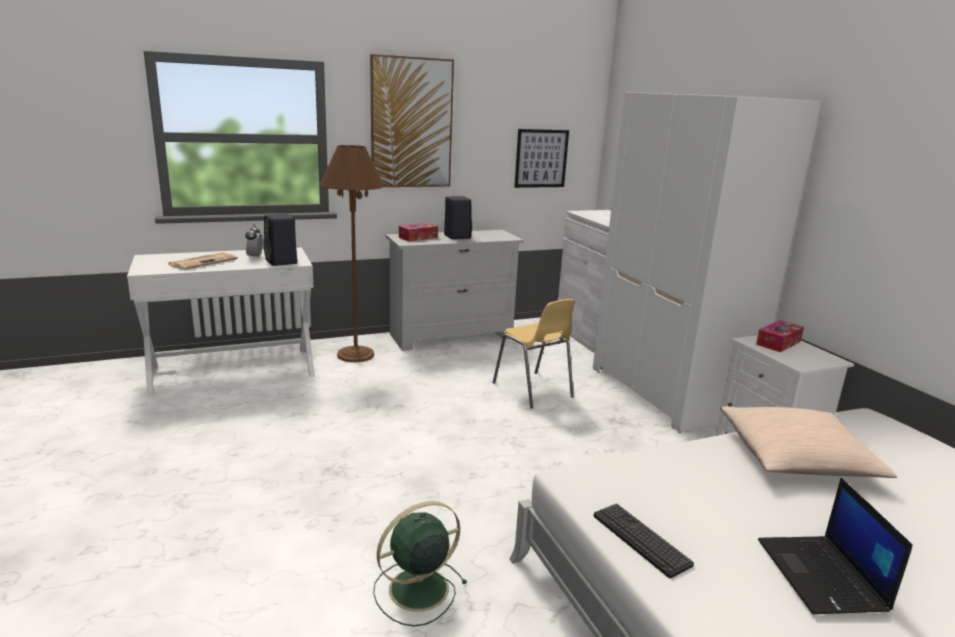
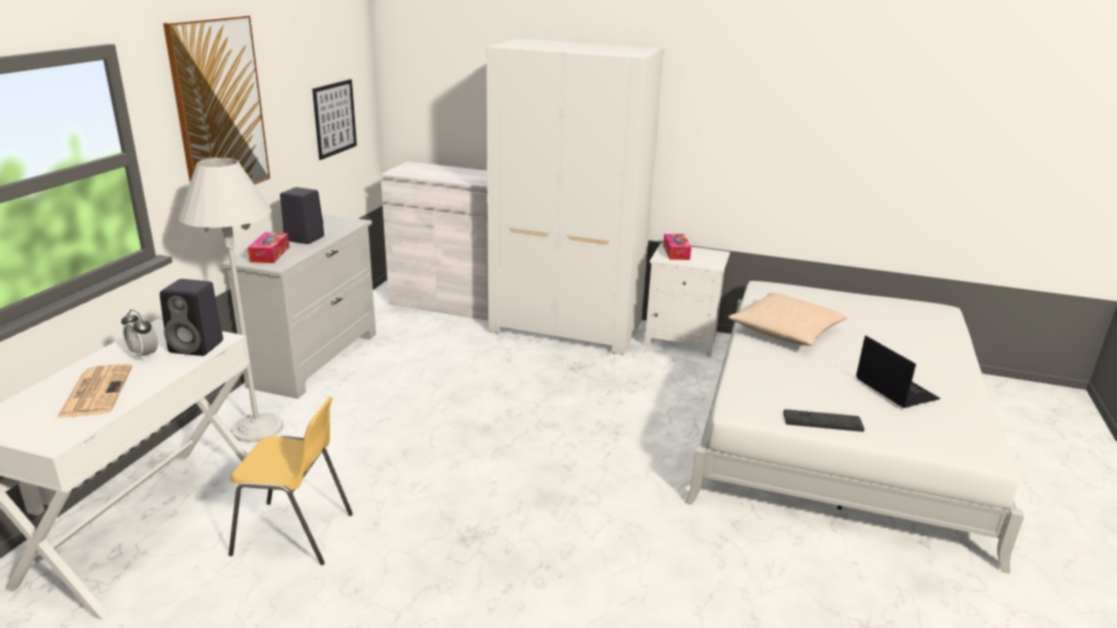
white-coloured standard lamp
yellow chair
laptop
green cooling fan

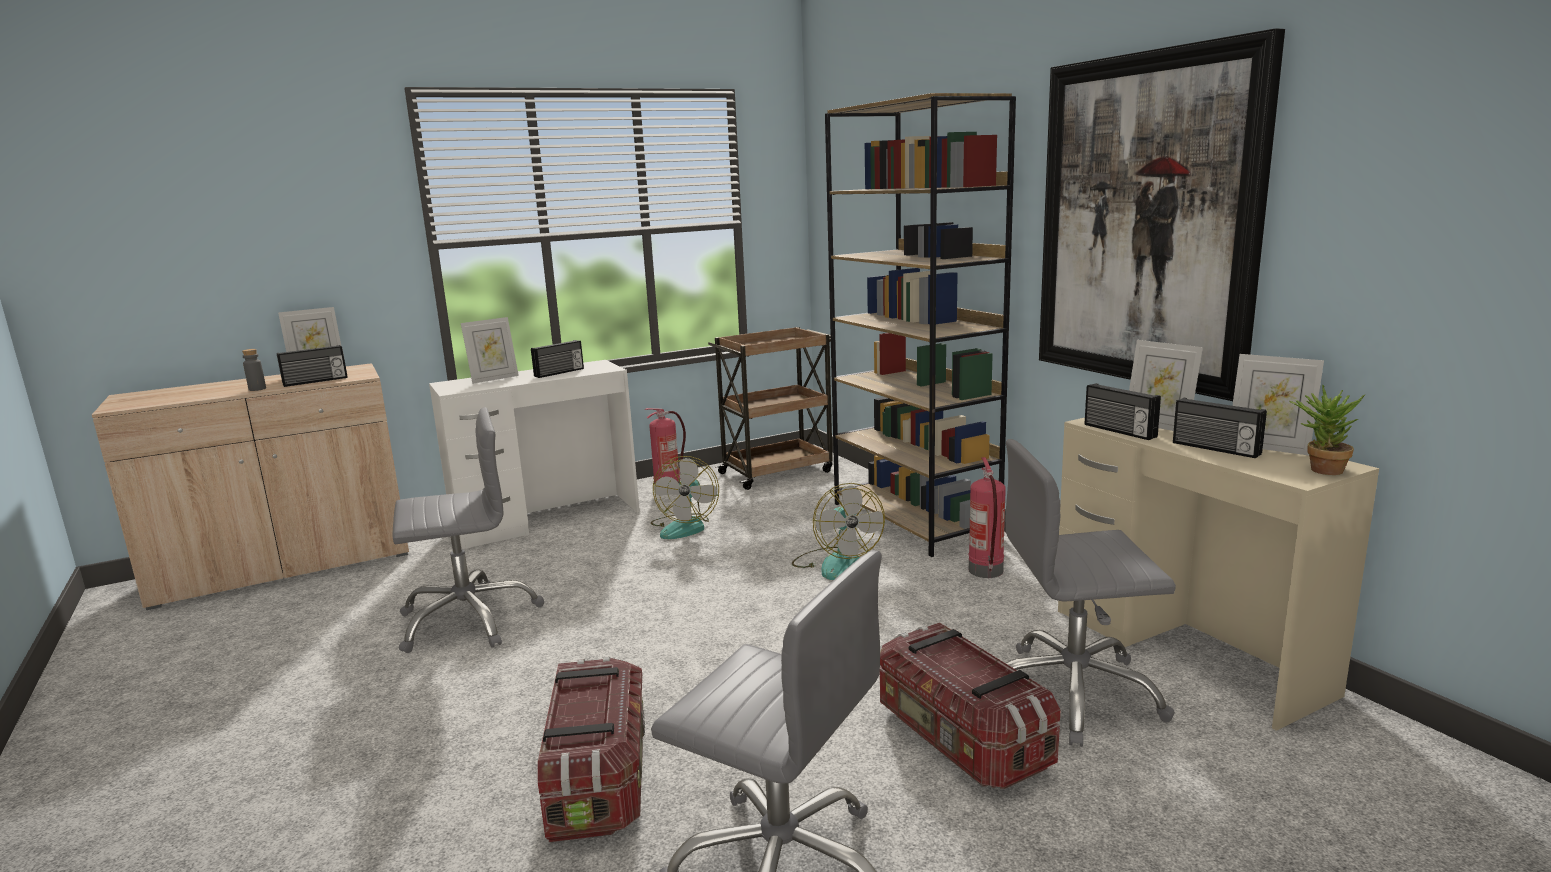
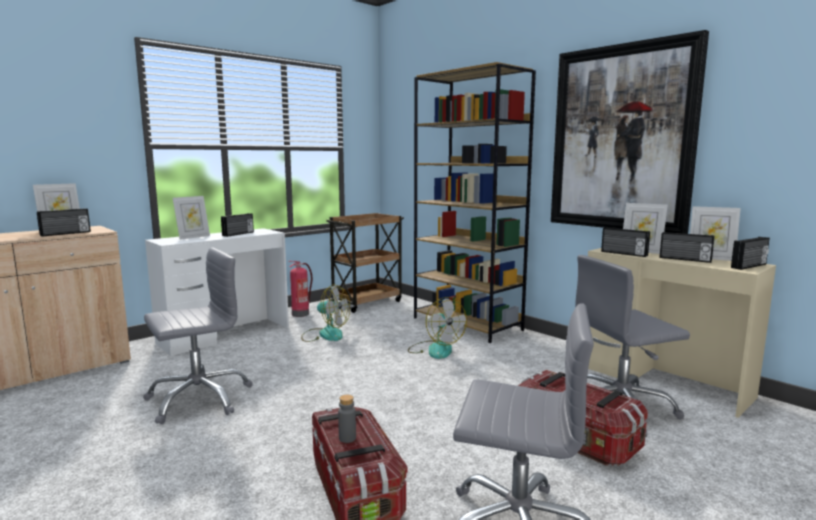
grey drink bottle
radio receiver (no. 5 from left)
cooling fan (no. 1 from left)
fire extinguisher (no. 2 from left in the first image)

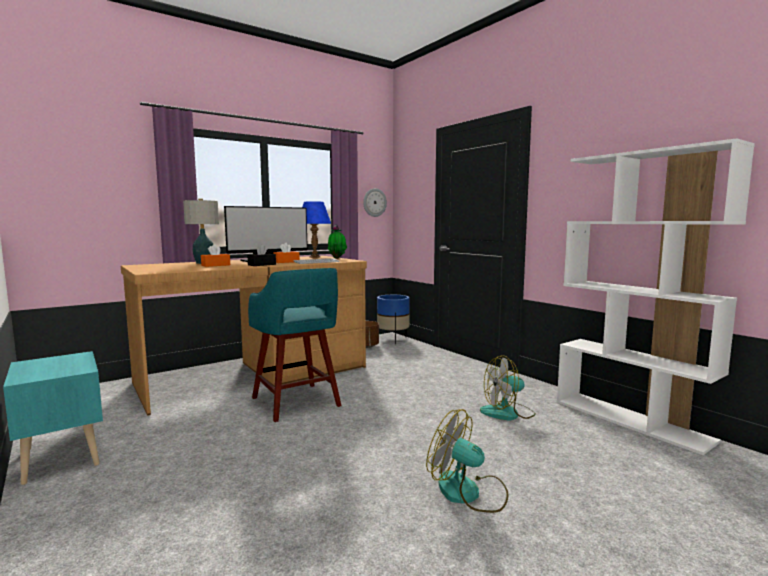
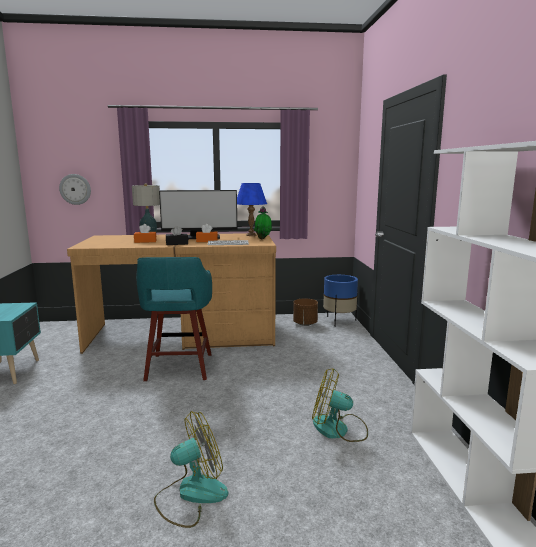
wall clock
cooling fan (no. 1 from left)

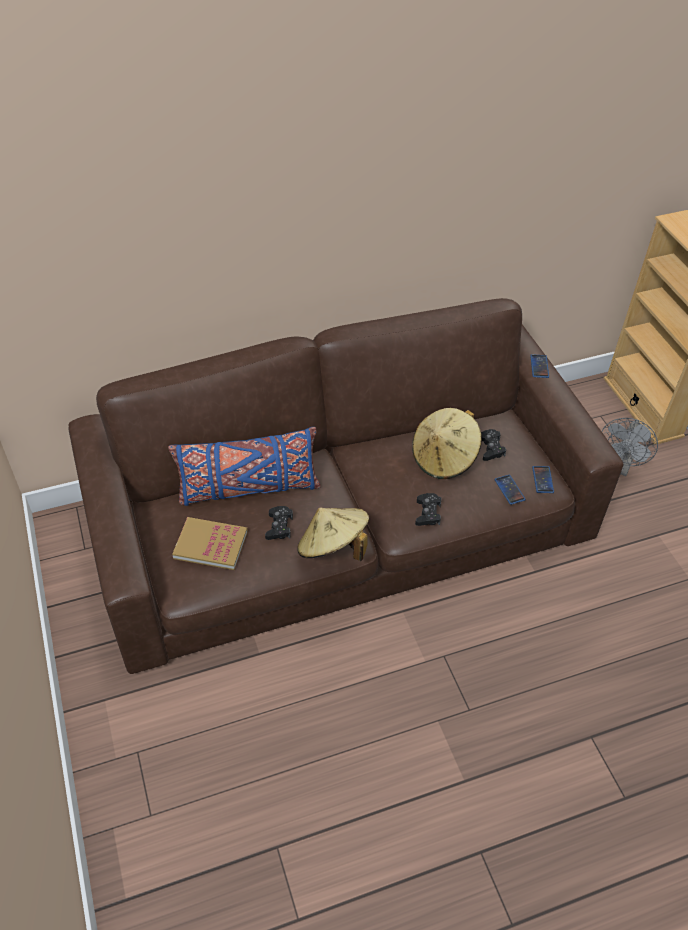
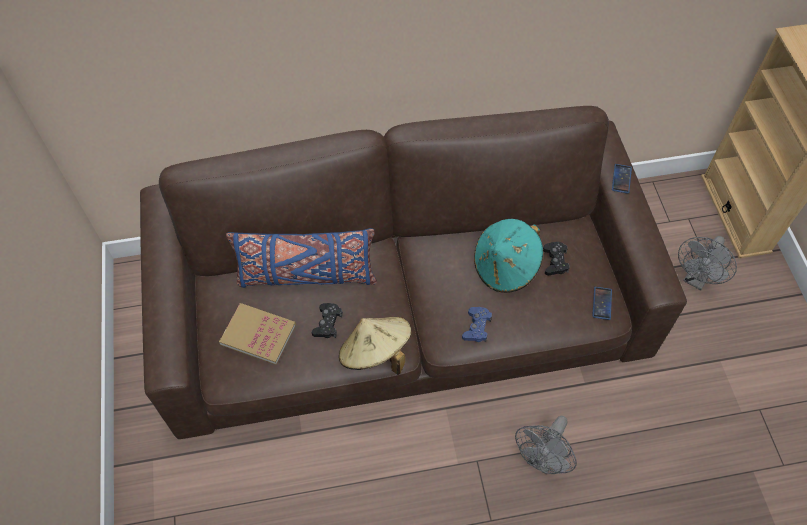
turquoise wearable hat
handset (no. 1 from left in the first image)
blue-coloured gamepad
grey cooling fan (no. 1 from left)

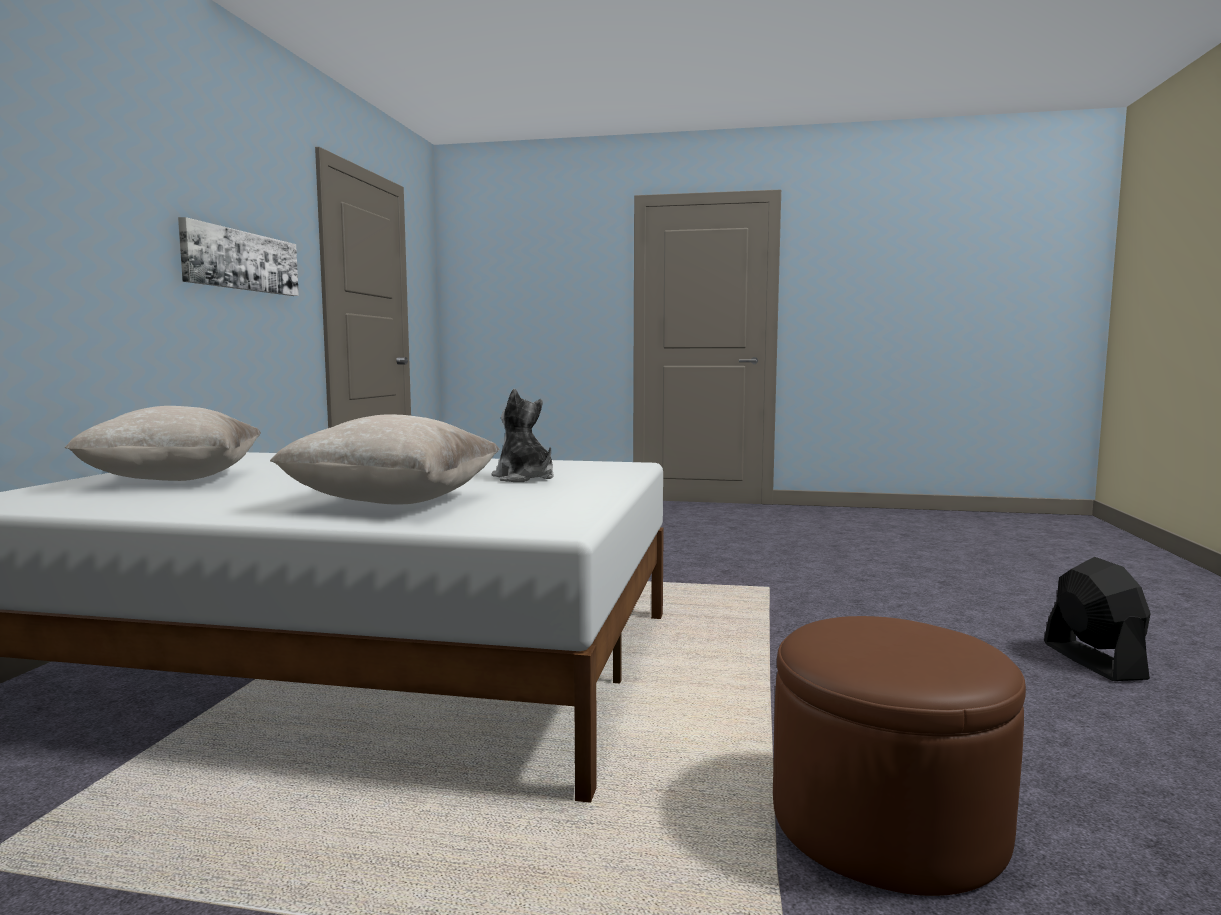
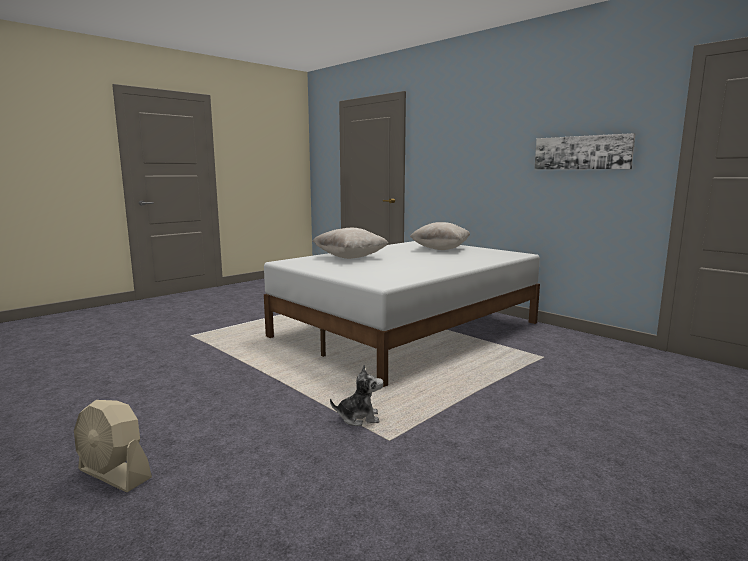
plush toy
sand-coloured cooling fan
brown ottoman

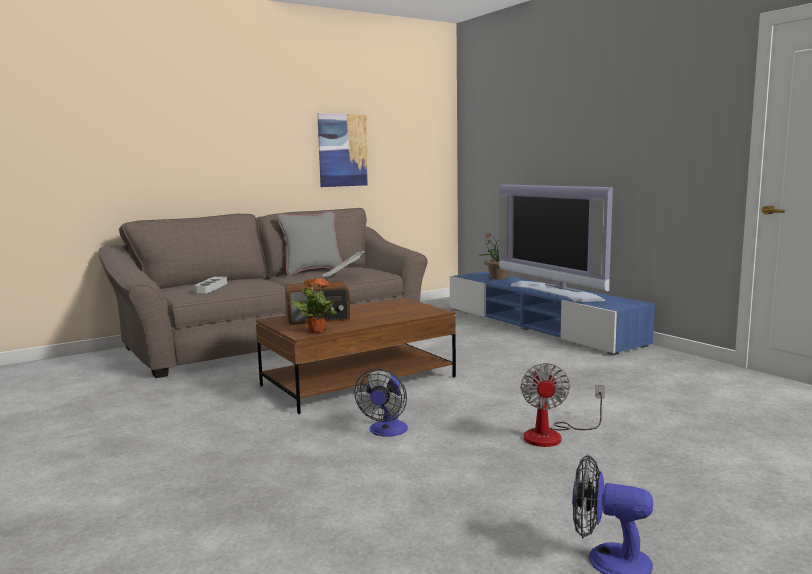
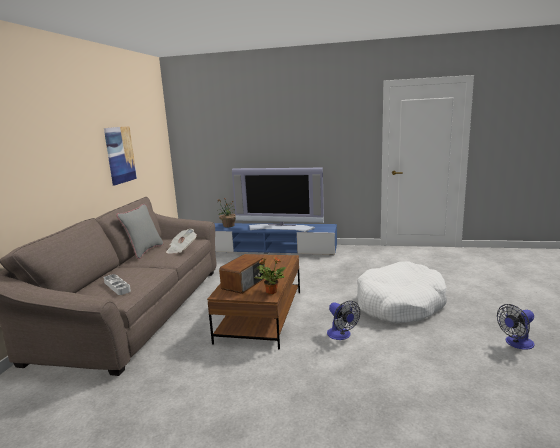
white-coloured dog bed

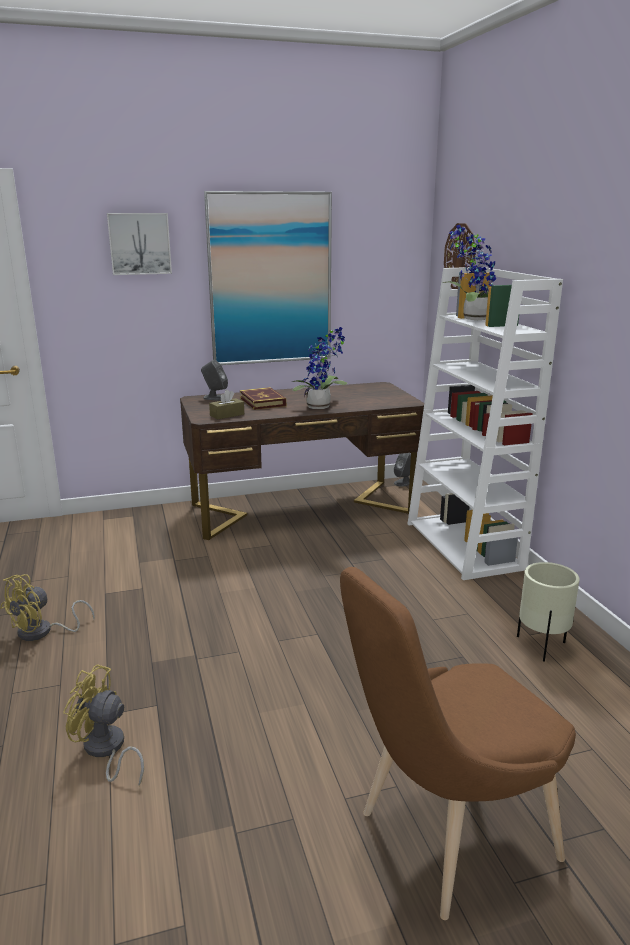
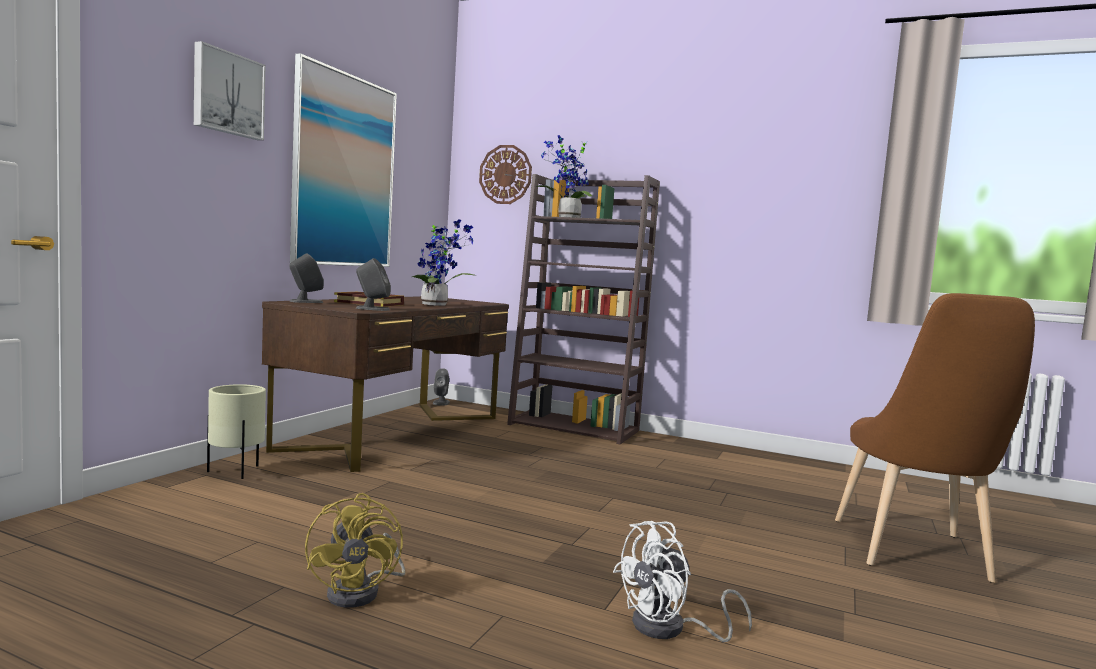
brown shelving unit
grey audio speaker (no. 2 from left)
sand-coloured flower pot
white-coloured cooling fan

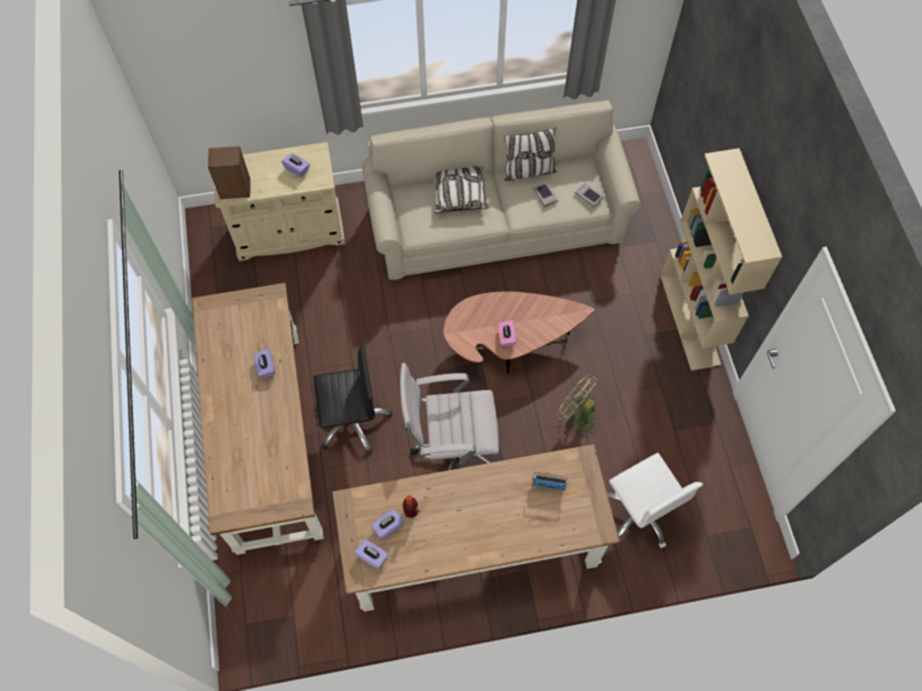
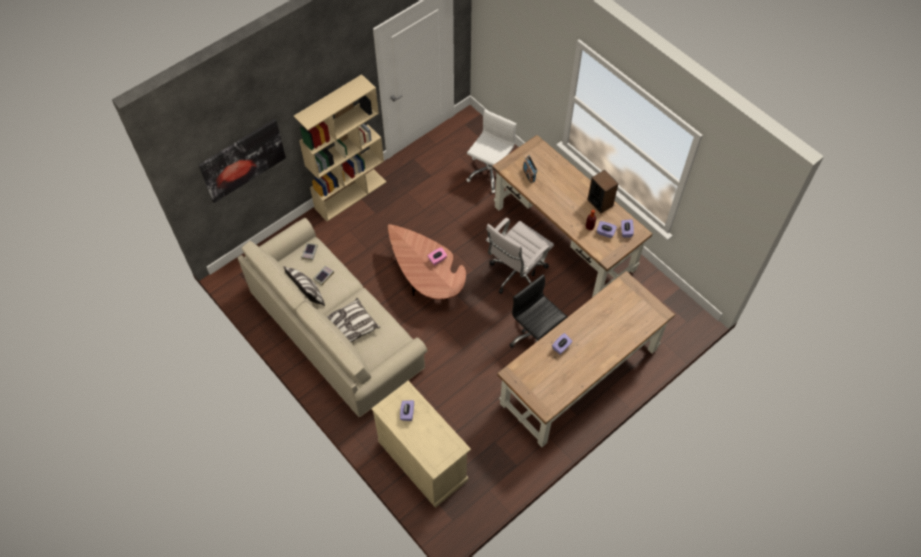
audio speaker
white-coloured desk chair (no. 2 from left)
green cooling fan
wall art

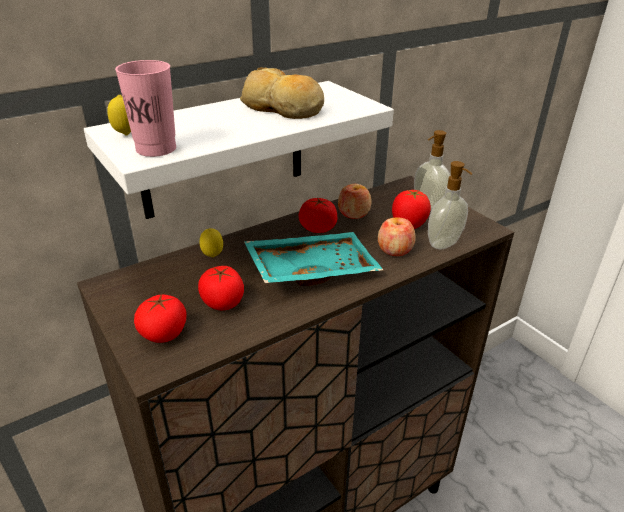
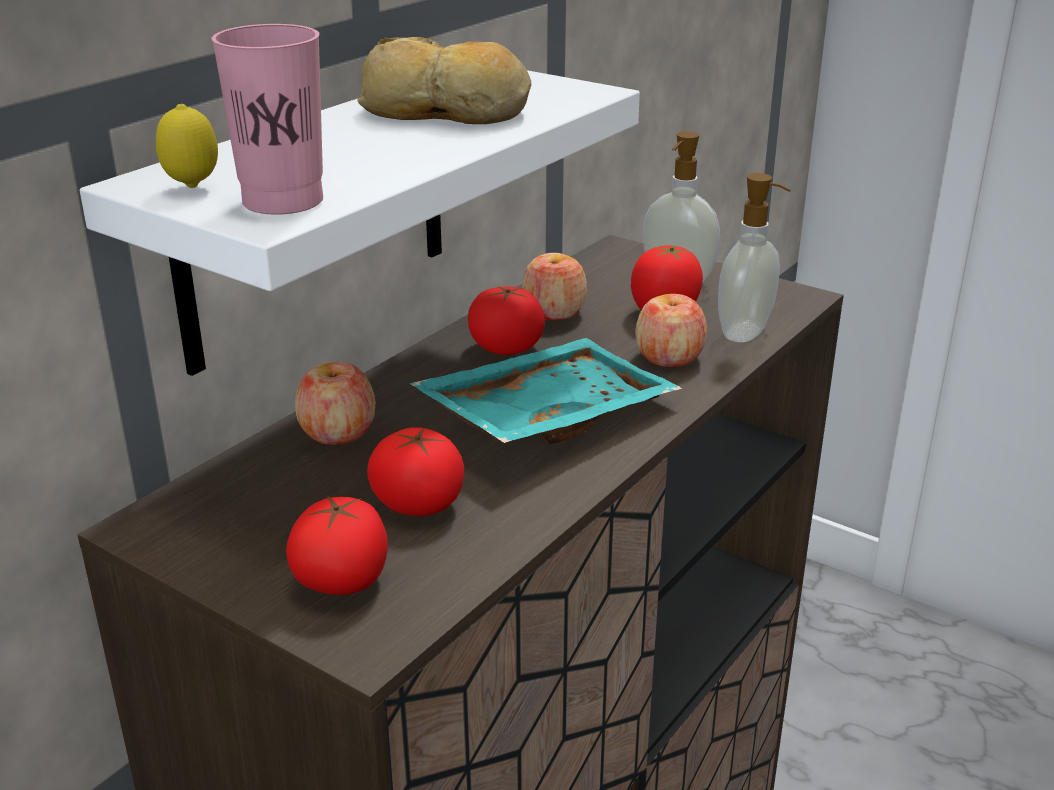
apple fruit (no. 1 from left)

